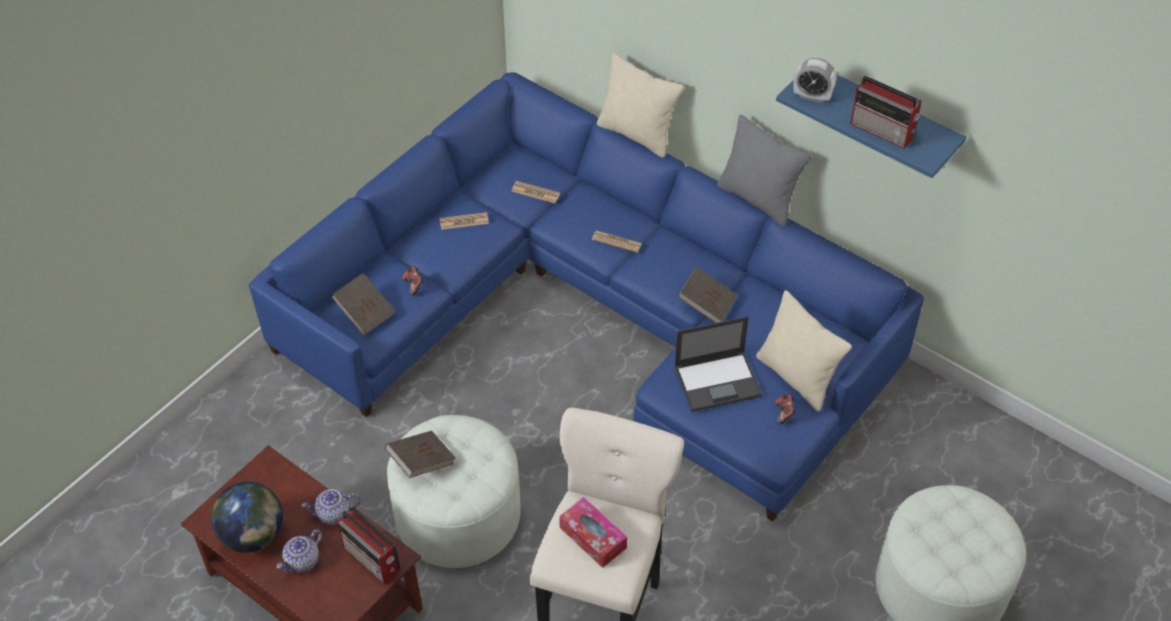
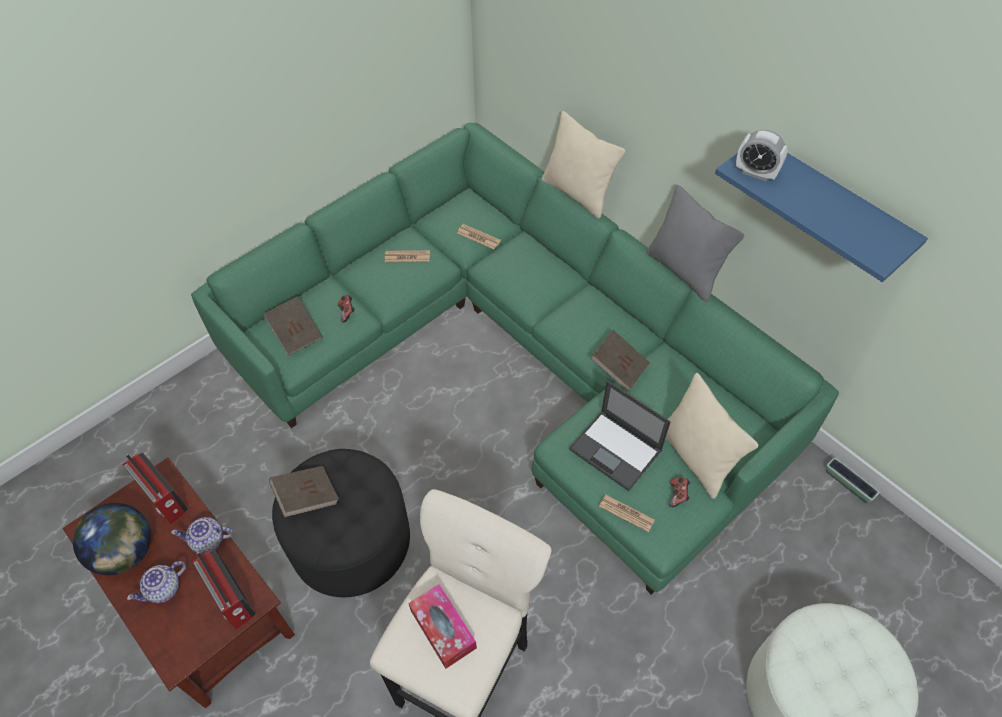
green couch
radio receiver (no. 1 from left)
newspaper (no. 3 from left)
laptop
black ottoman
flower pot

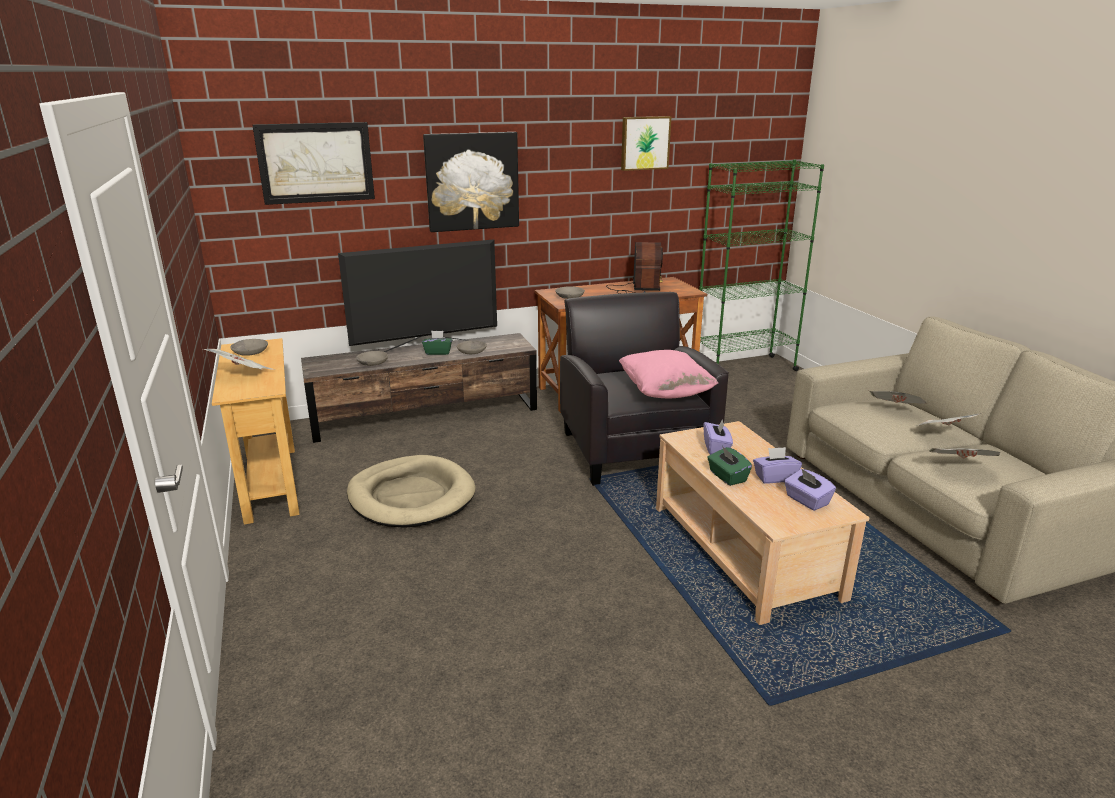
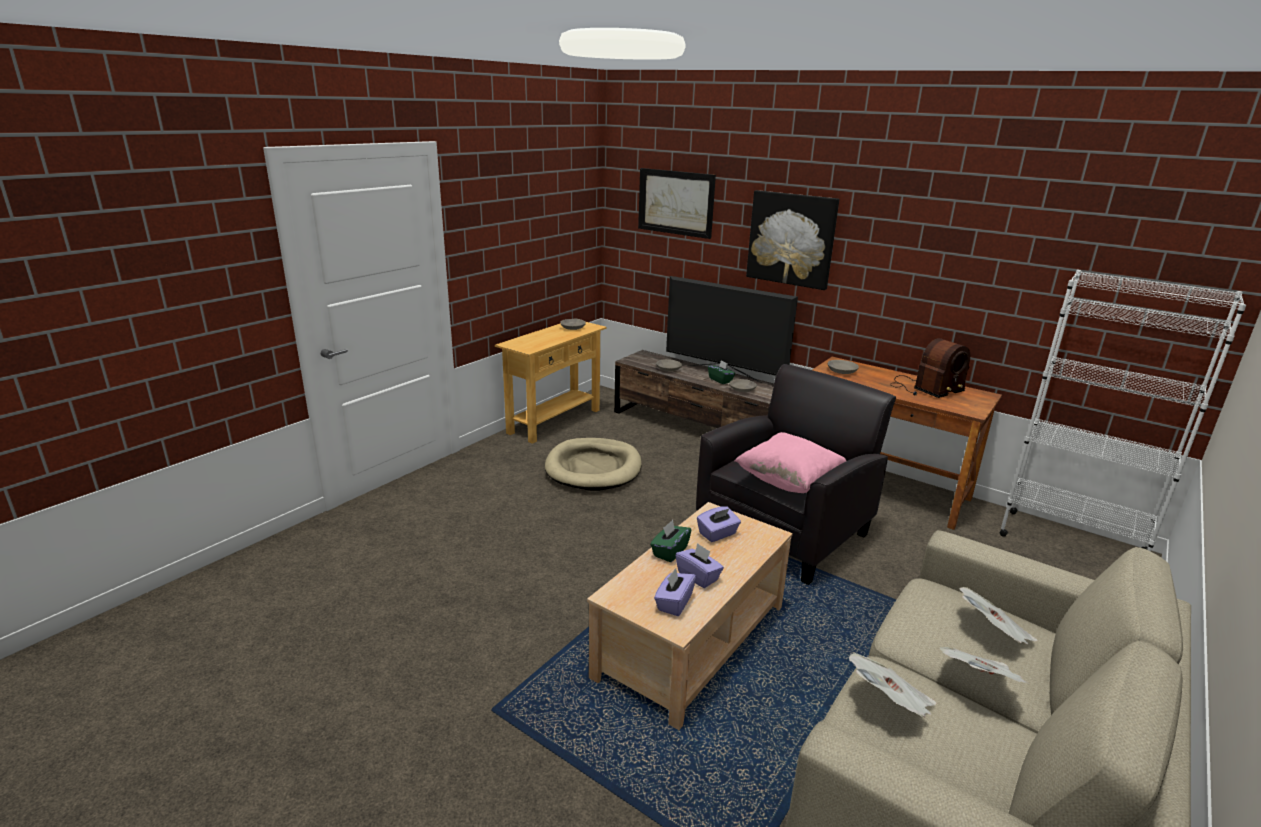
wall art (no. 3 from left in the first image)
white-coloured shelving unit
newspaper (no. 1 from left in the first image)

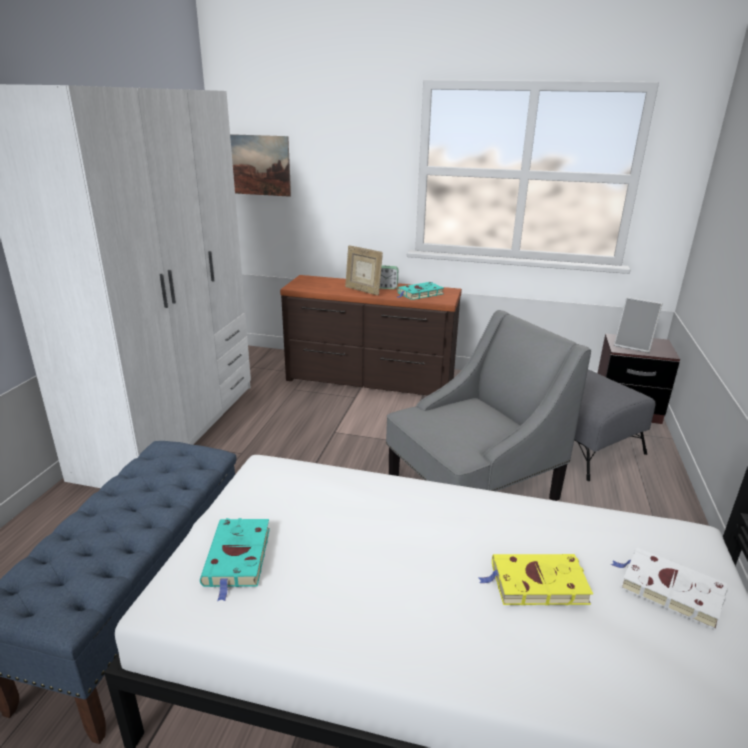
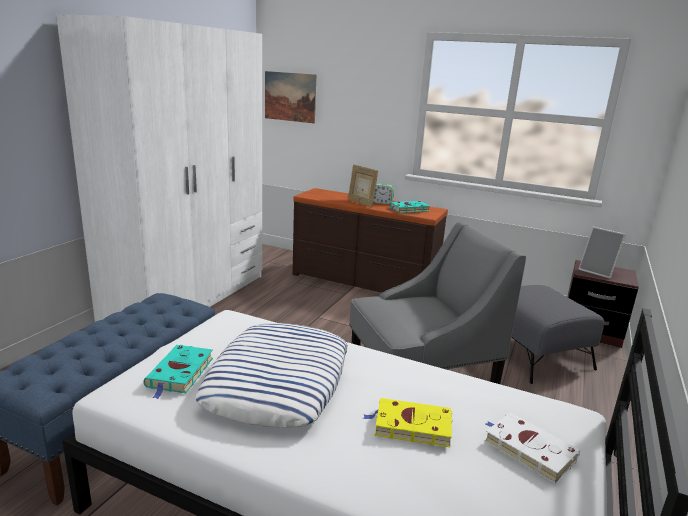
throw pillow

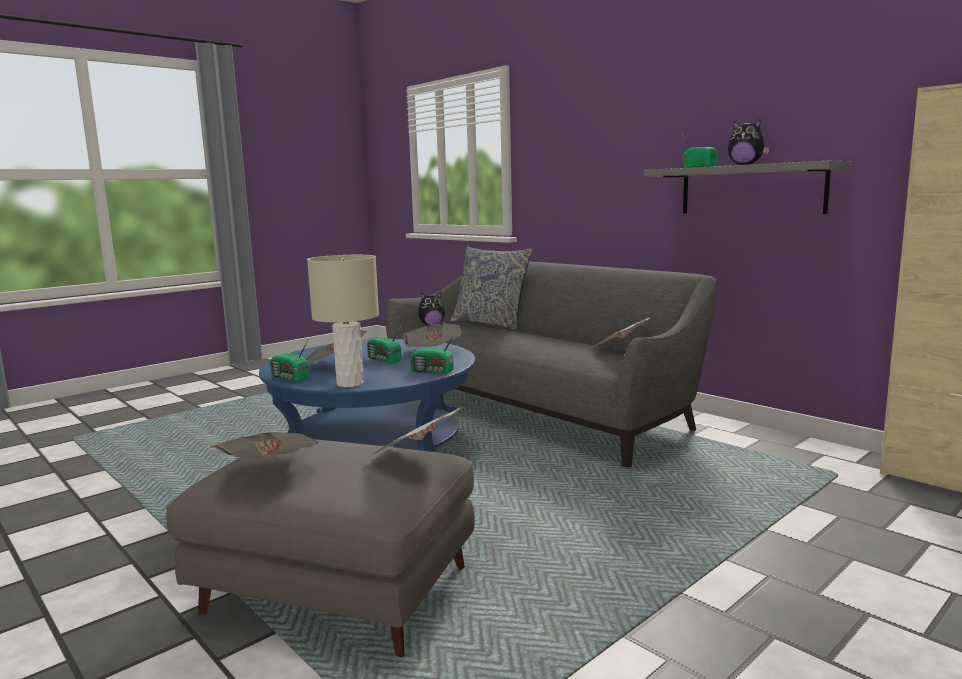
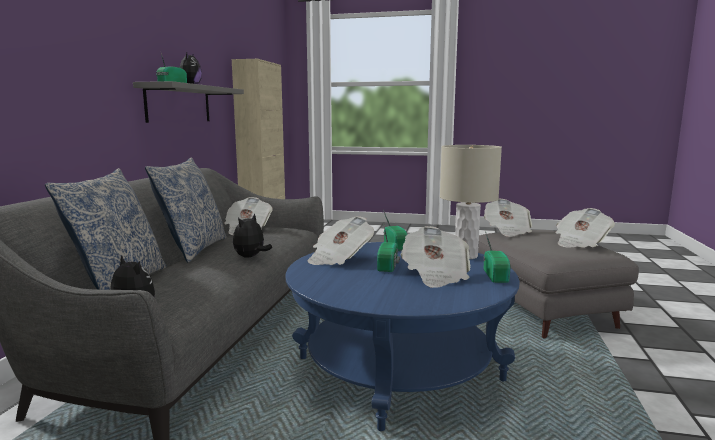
throw pillow (no. 2 from left)
plush toy (no. 3 from left)

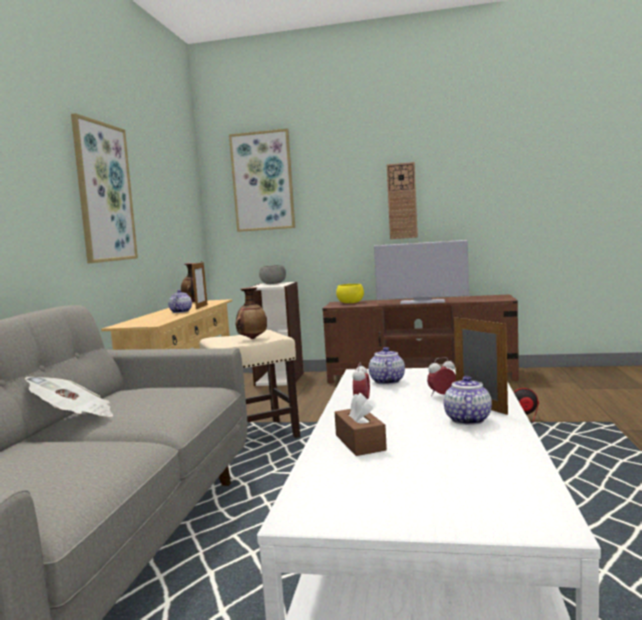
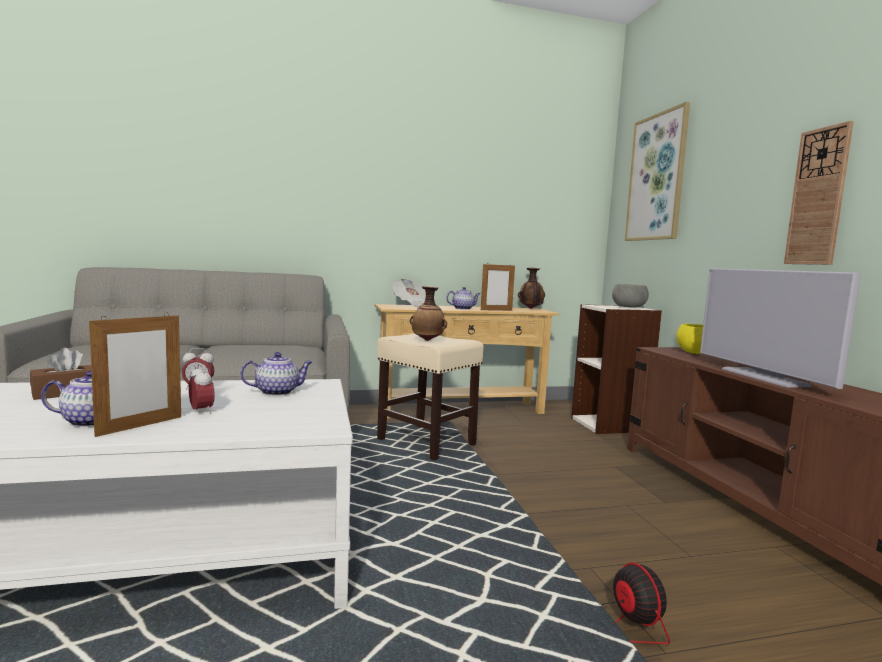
wall art (no. 1 from left in the first image)
newspaper

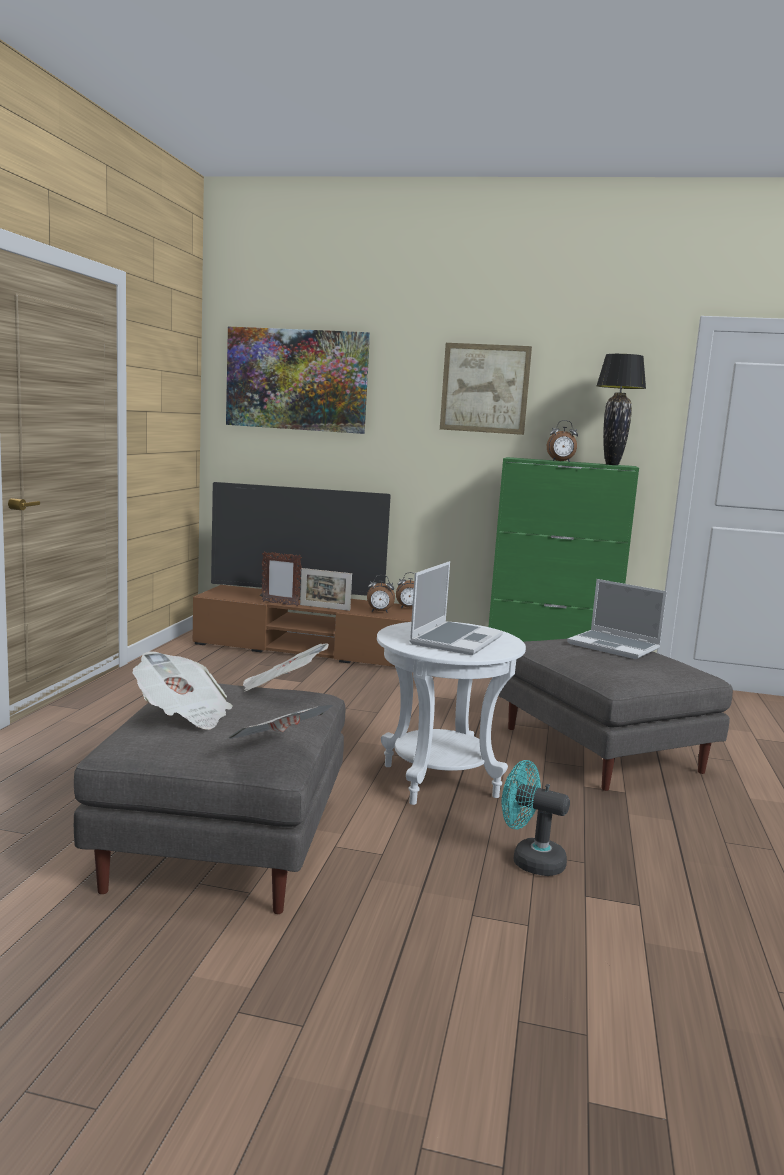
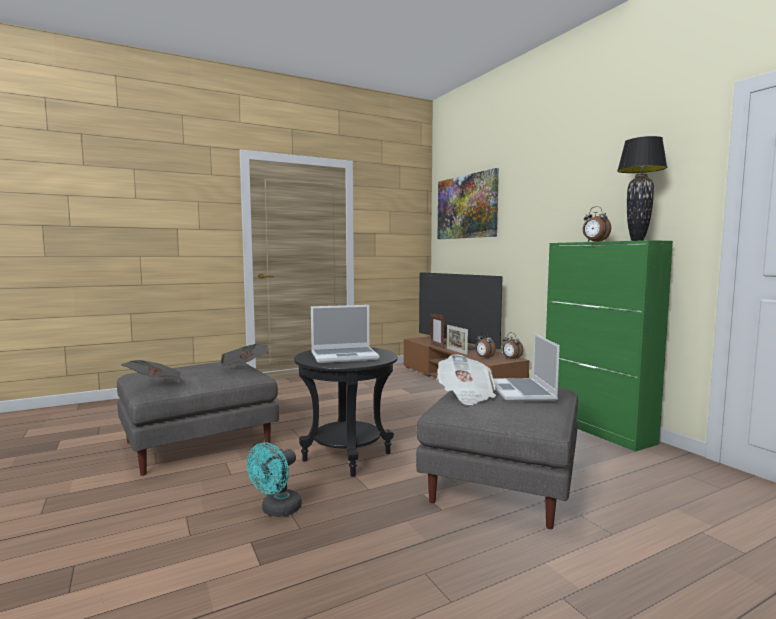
wall art (no. 2 from left in the first image)
black end table
newspaper (no. 3 from left)
turquoise cooling fan

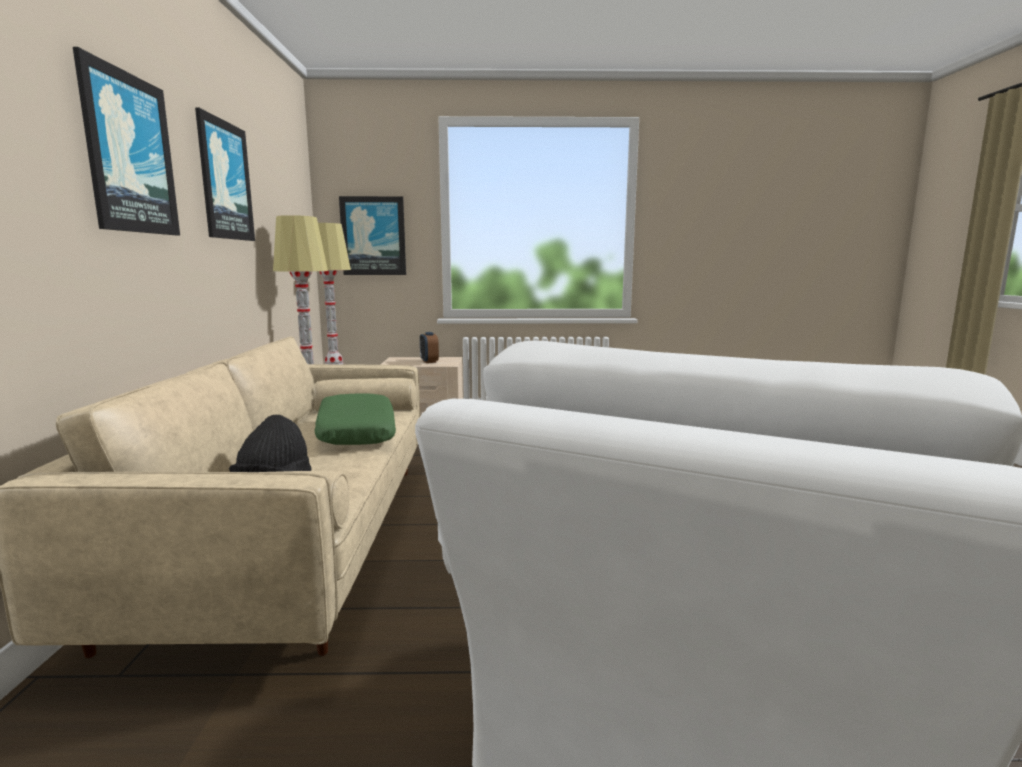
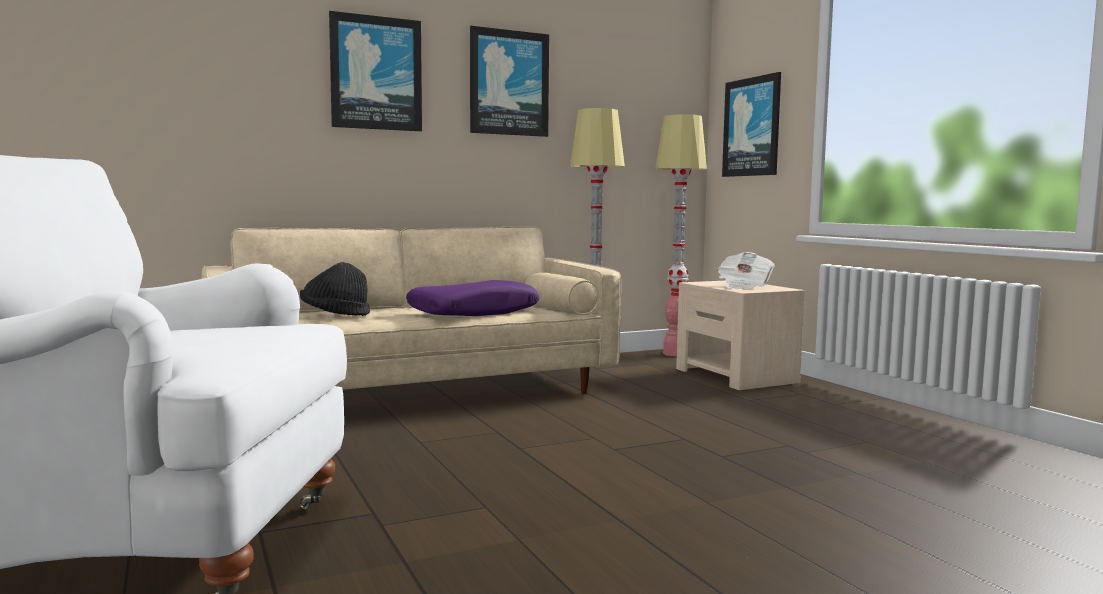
newspaper
purplish throw pillow

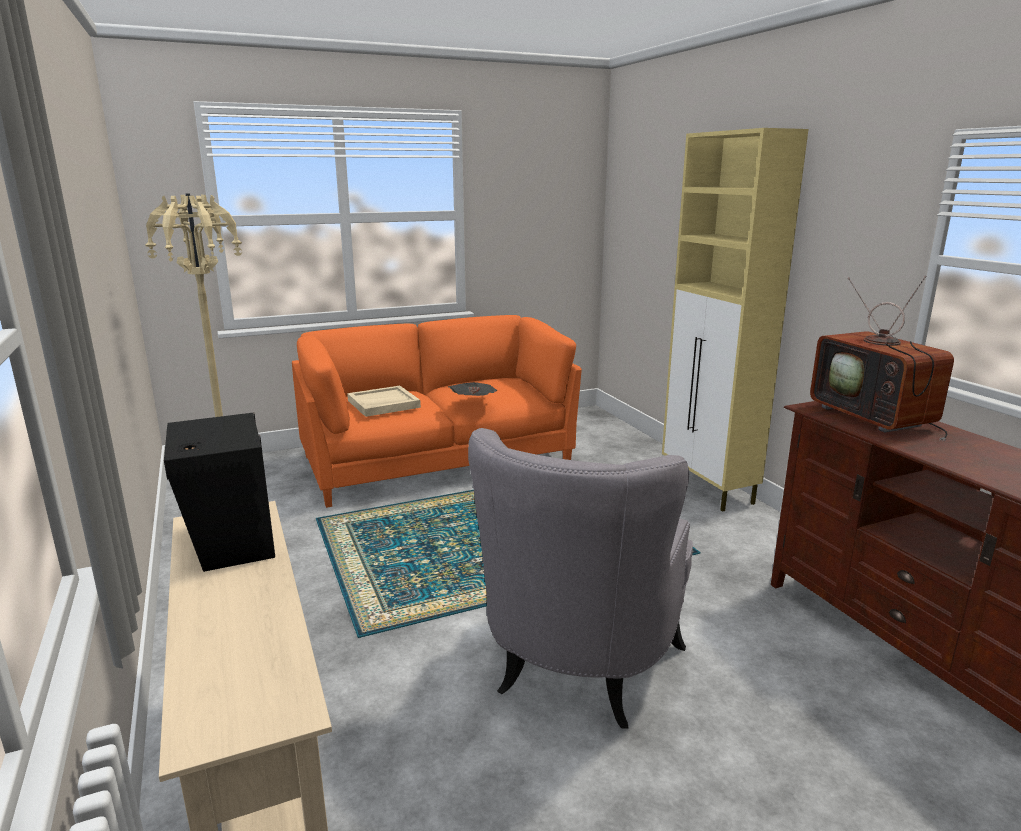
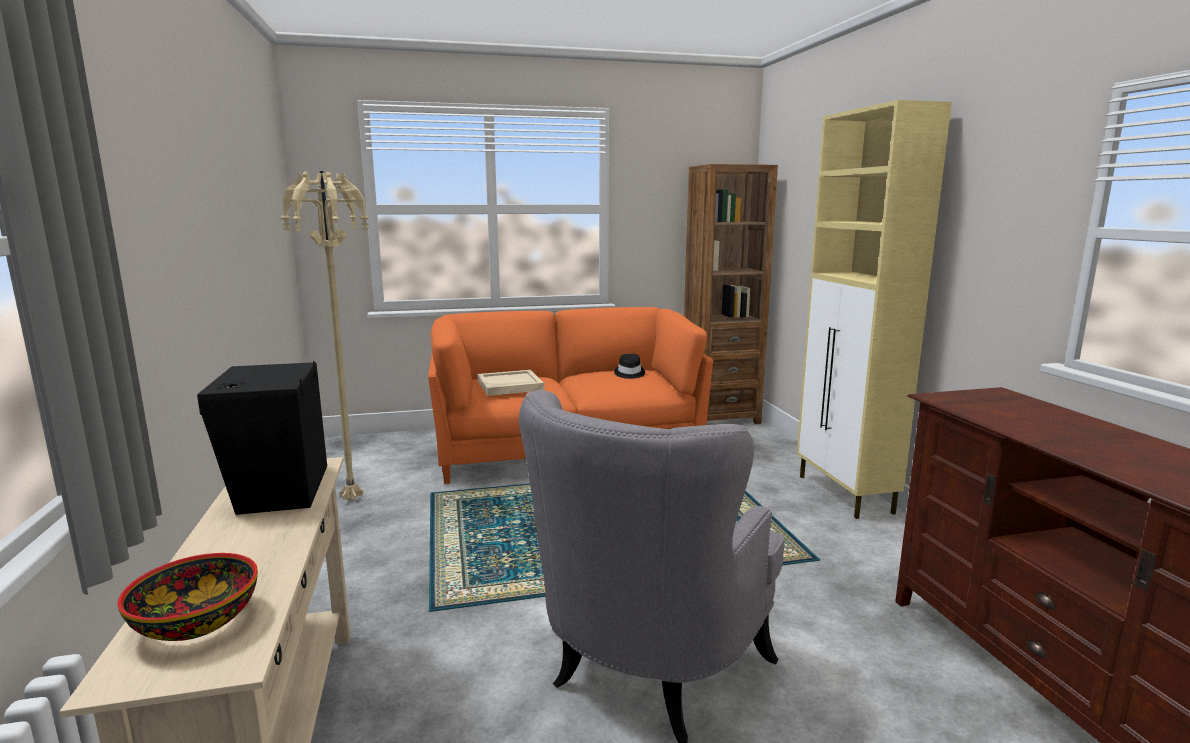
television
newspaper
brown shelving unit
black wearable hat
deep dish

